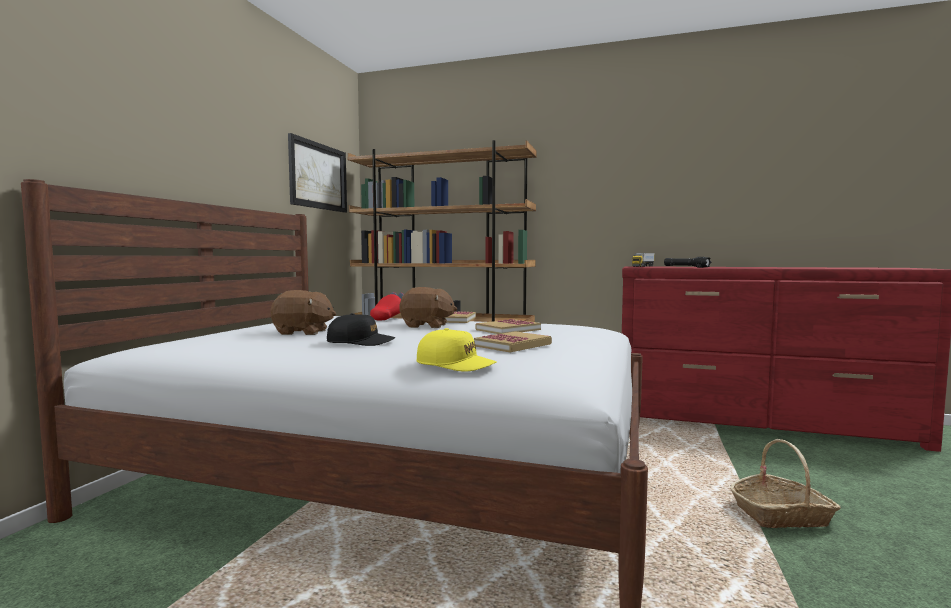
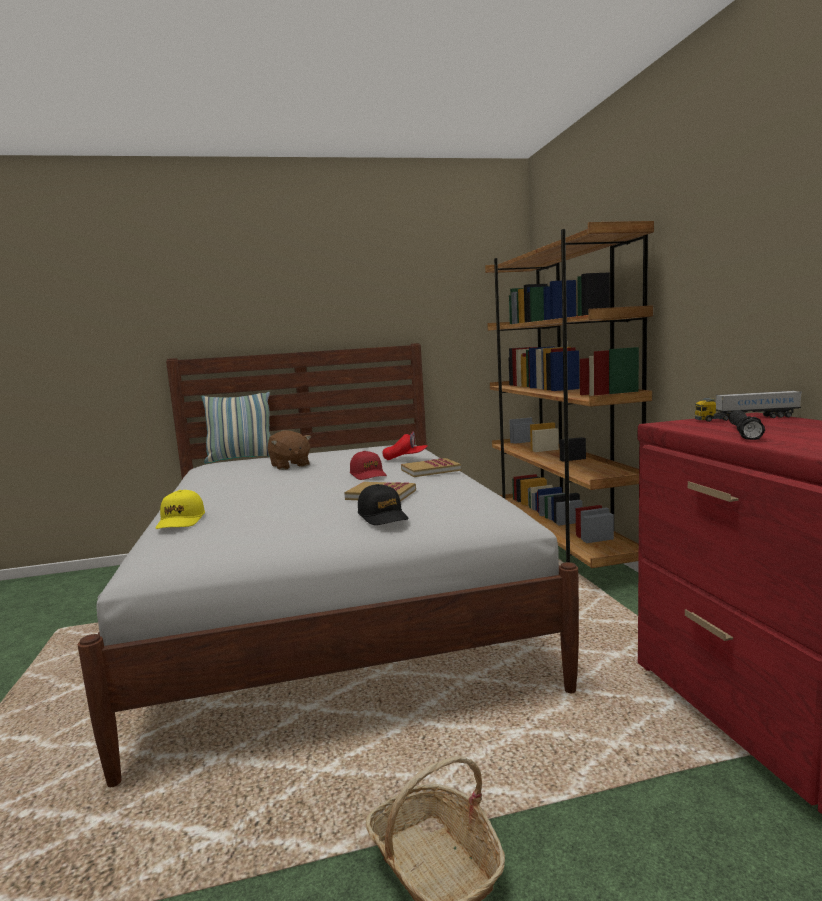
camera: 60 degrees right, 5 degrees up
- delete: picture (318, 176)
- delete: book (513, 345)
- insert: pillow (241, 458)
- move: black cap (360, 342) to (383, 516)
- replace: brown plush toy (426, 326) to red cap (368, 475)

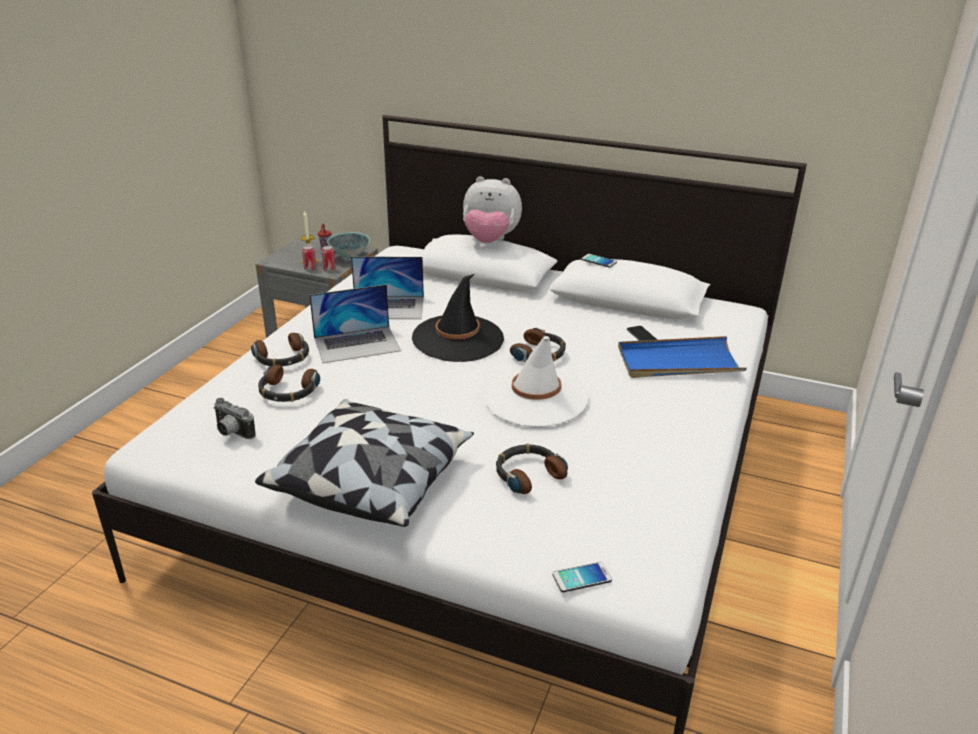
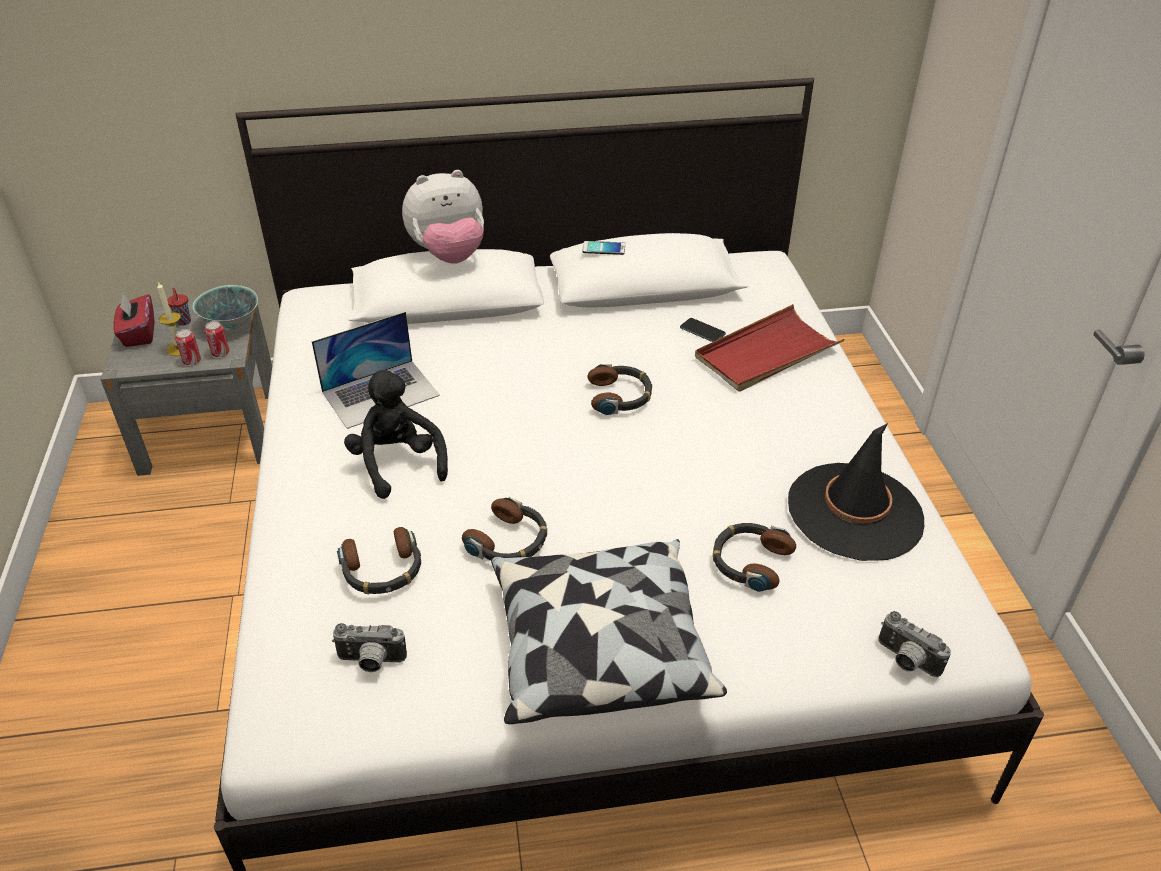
camera: 30 degrees left, 10 degrees up
- delete: white hat (535, 398)
- insert: red tissue box (139, 334)
- move: headphones (282, 358) to (509, 541)
- move: black hat (458, 339) to (855, 512)
- replace: laptop (357, 344) to black plush toy (397, 463)
- replace: phone (582, 577) to photo camera (905, 661)
- recolor: blue tray (678, 362) to red tray (766, 353)

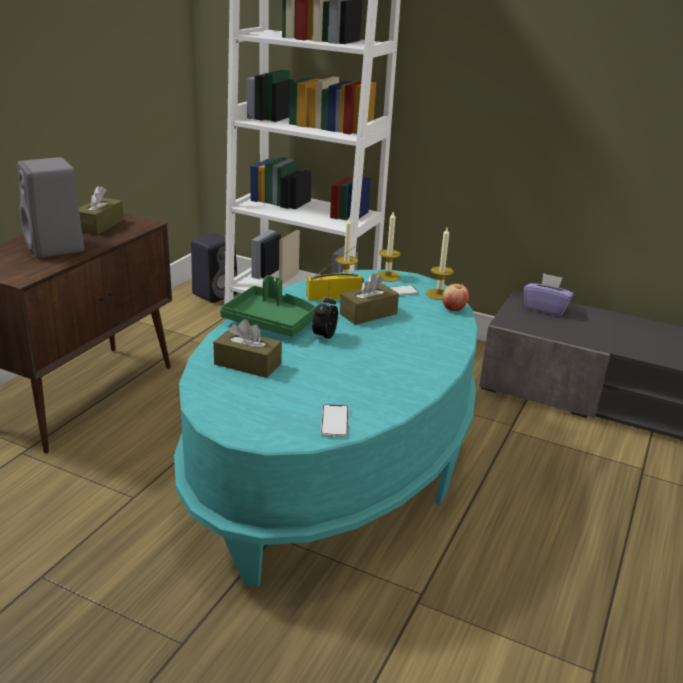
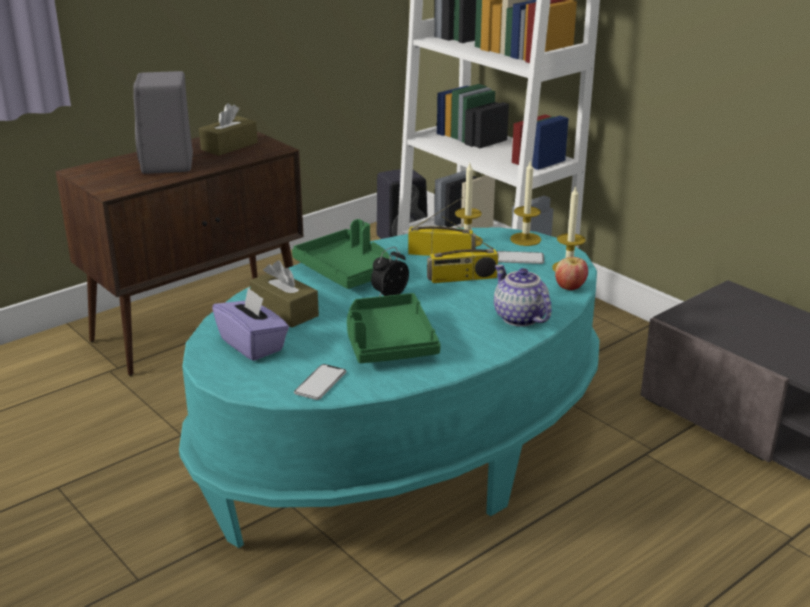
camera: 25 degrees right, 0 degrees up
- insert: green tray (388, 342)
- insert: teapot (518, 318)
- move: purple tissue box (545, 309) to (253, 345)
- replace: brown tissue box (368, 314) to radio (462, 278)

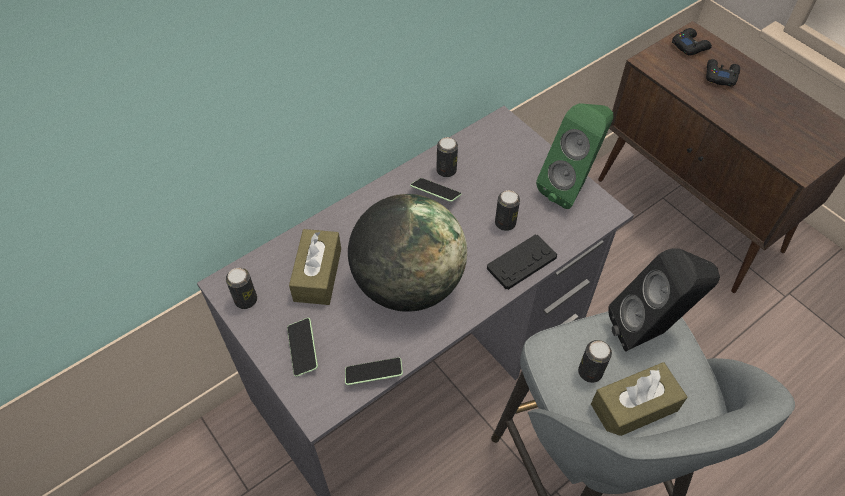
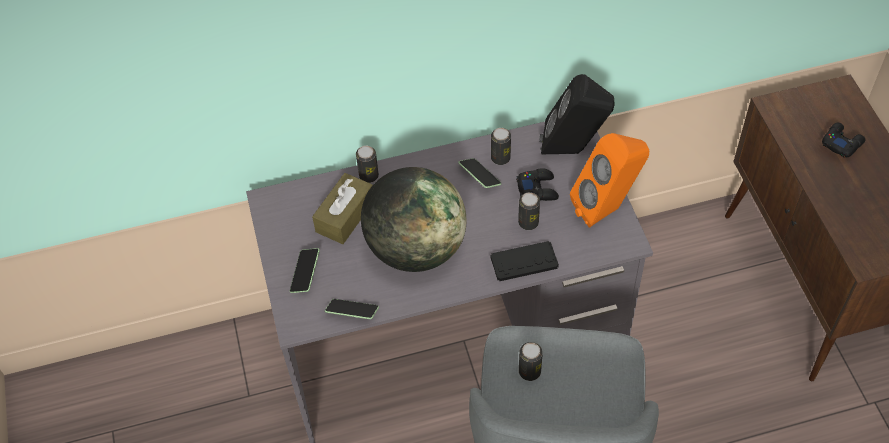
camera: 25 degrees right, 0 degrees up
- delete: brown tissue box (634, 407)
- move: can (246, 300) to (368, 176)
- move: black speaker (648, 330) to (573, 150)
- move: black game controller (690, 46) to (537, 189)
- recolor: green speaker (570, 187) to orange speaker (607, 208)

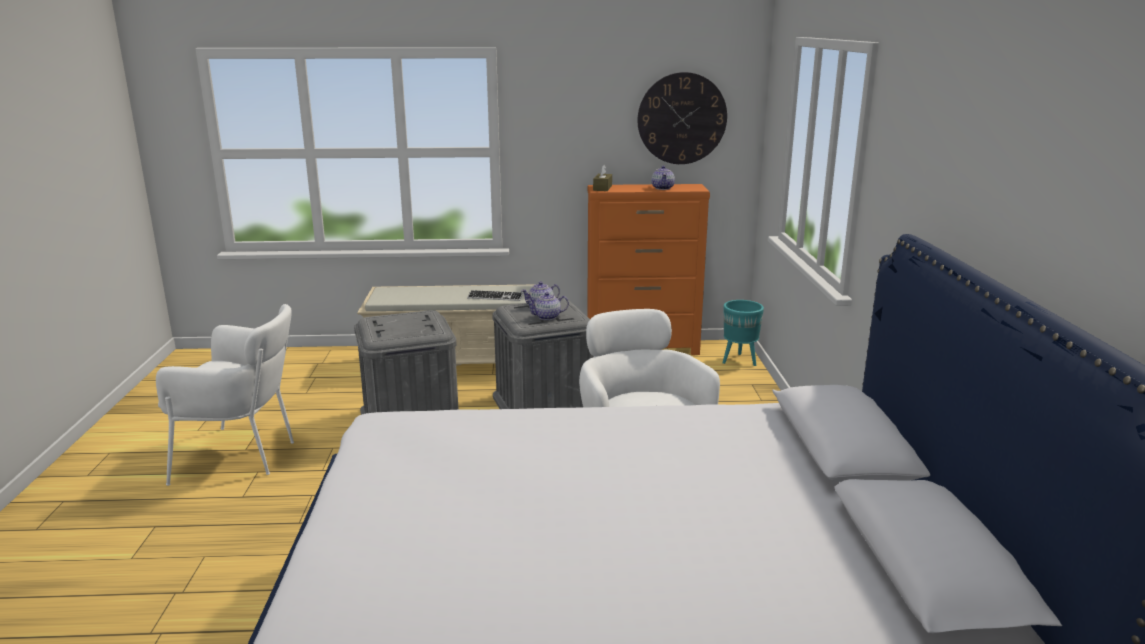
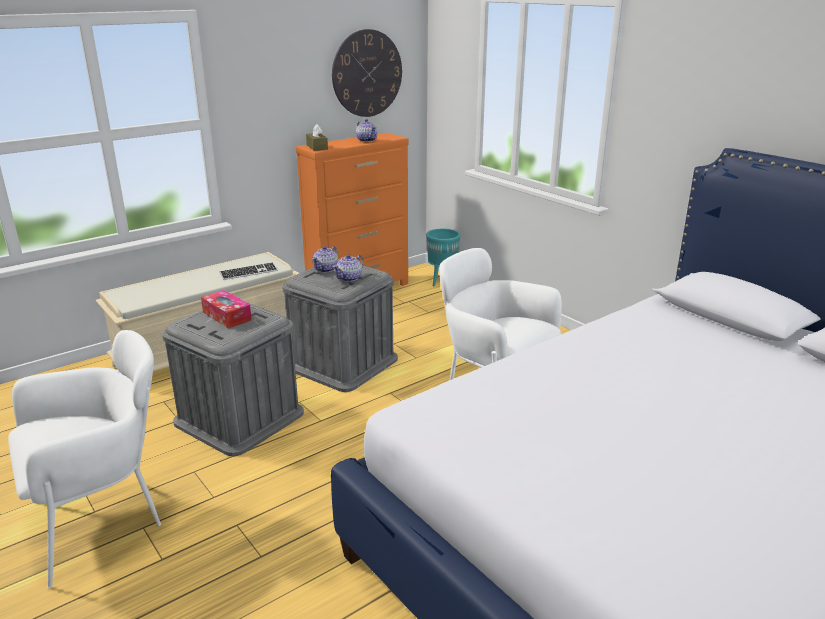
camera: 35 degrees left, 5 degrees up
- insert: tissue box (227, 316)

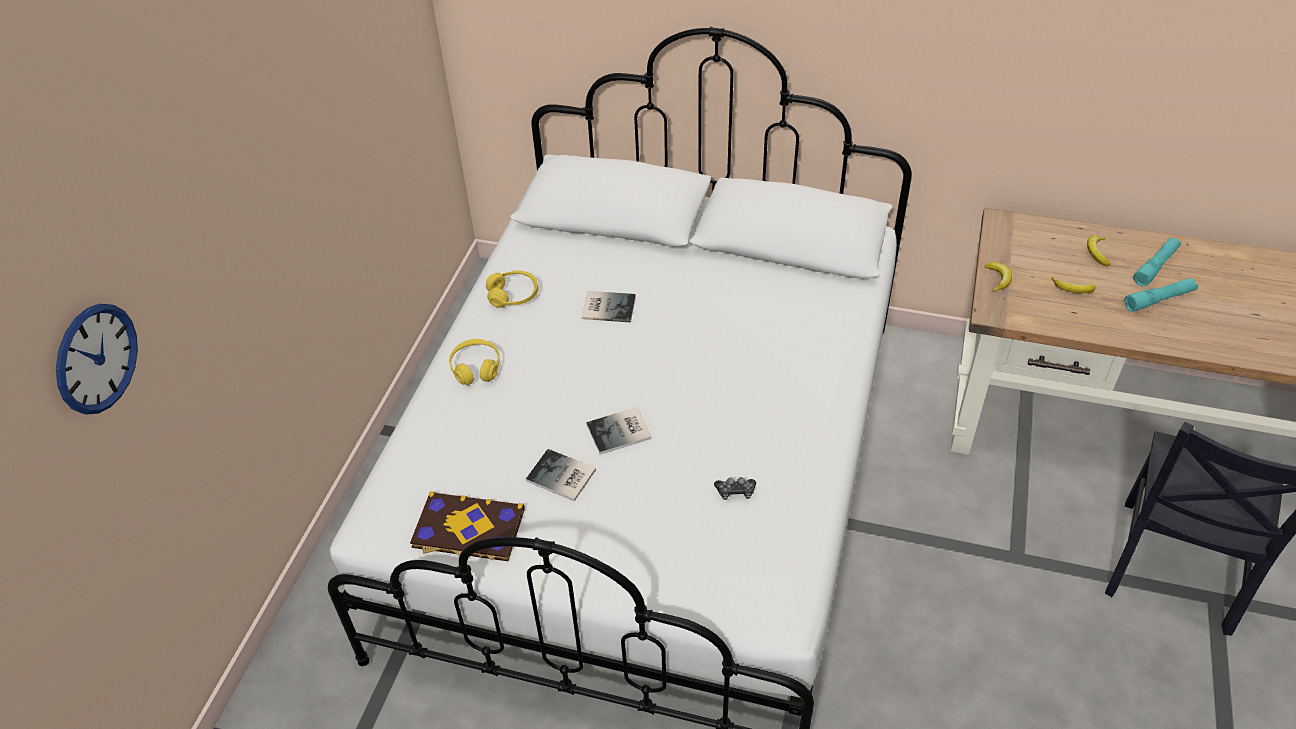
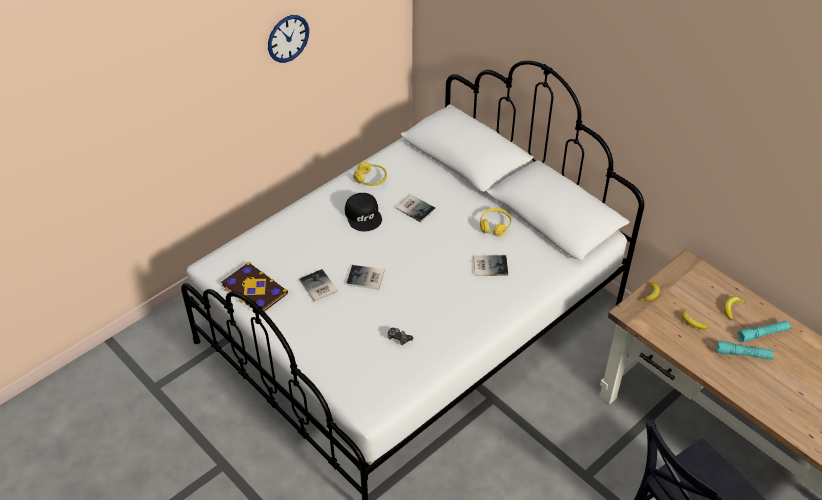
camera: 30 degrees right, 0 degrees up
- insert: black cap (364, 215)
- insert: book (489, 265)
- move: wall clock (96, 358) to (288, 38)
- move: yellow headphones (476, 368) to (494, 226)

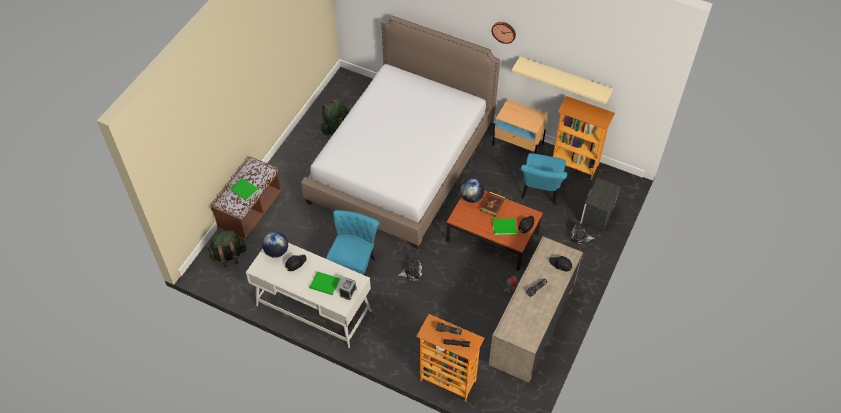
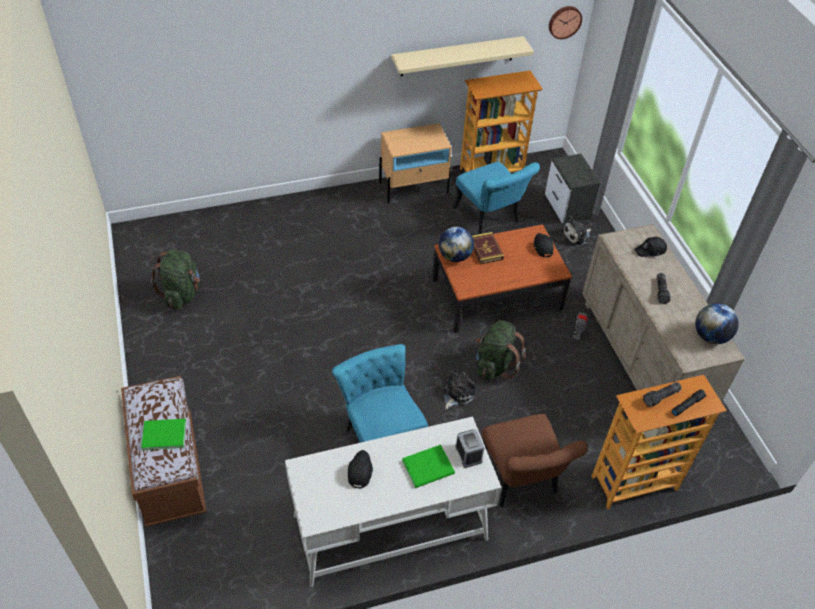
camera: 45 degrees left, 5 degrees down
- delete: bed (402, 163)
- delete: green book (503, 226)
- insert: brown chair (521, 481)
- move: green backpack (228, 256) to (495, 365)
- move: globe (276, 251) to (710, 336)
- move: wall clock (504, 31) to (564, 21)

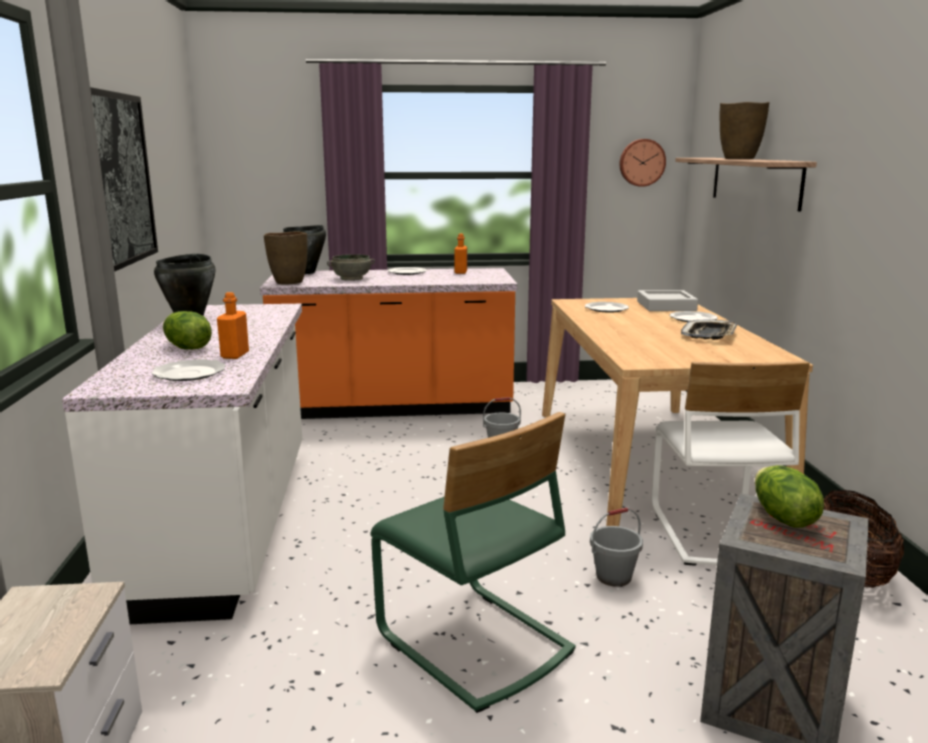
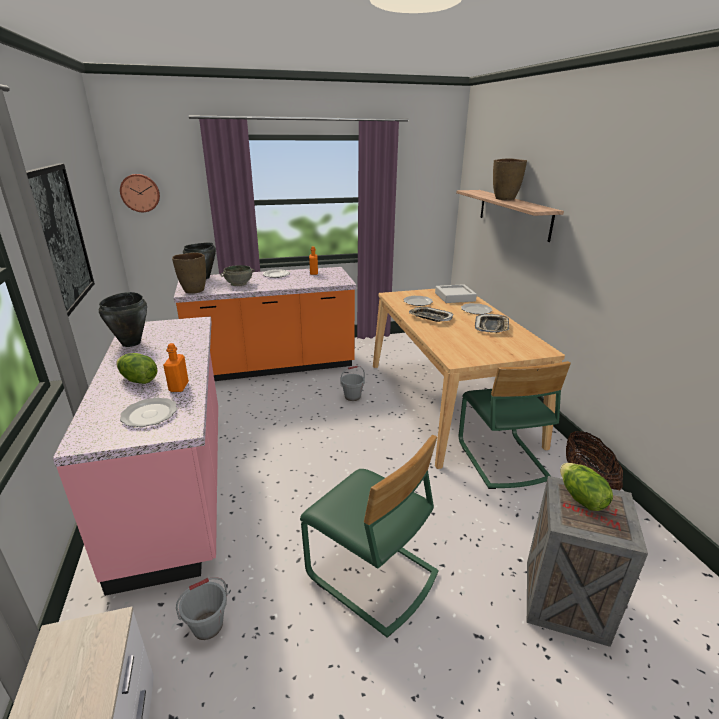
camera: 10 degrees left, 10 degrees up
- insert: tray (430, 317)
- move: grey bucket (613, 576) to (208, 625)
- move: wall clock (641, 162) to (140, 193)
- recolor: white counter (227, 523) to pink counter (178, 485)
- recolor: white chair (715, 533) to green chair (501, 460)

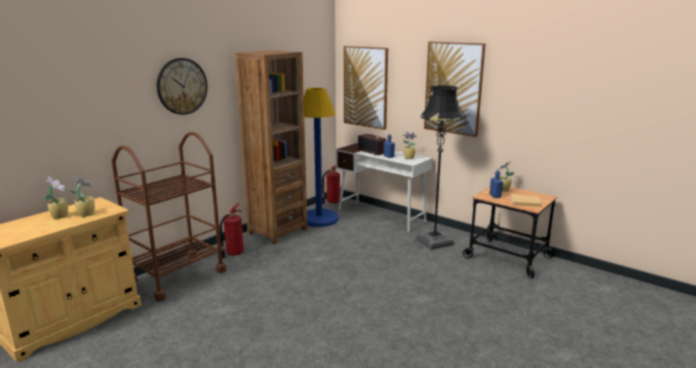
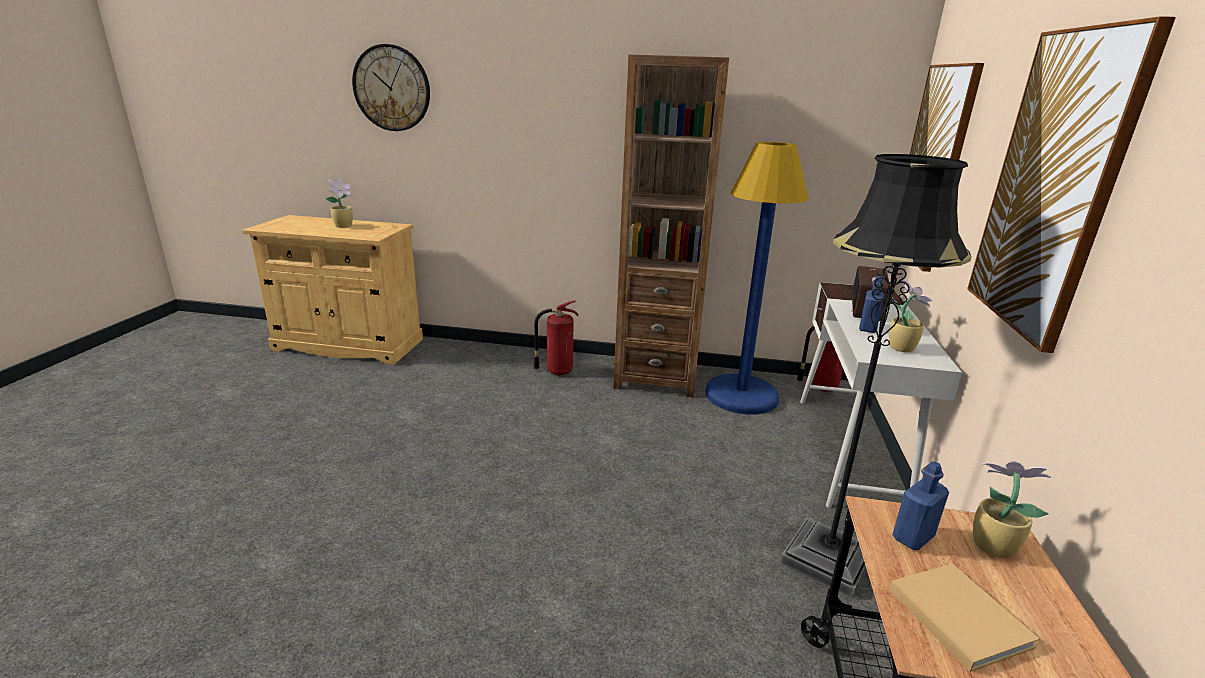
camera: 60 degrees right, 5 degrees up
- delete: potted plant (86, 214)
- delete: brown cart (177, 276)
- move: wall clock (182, 86) to (392, 88)

